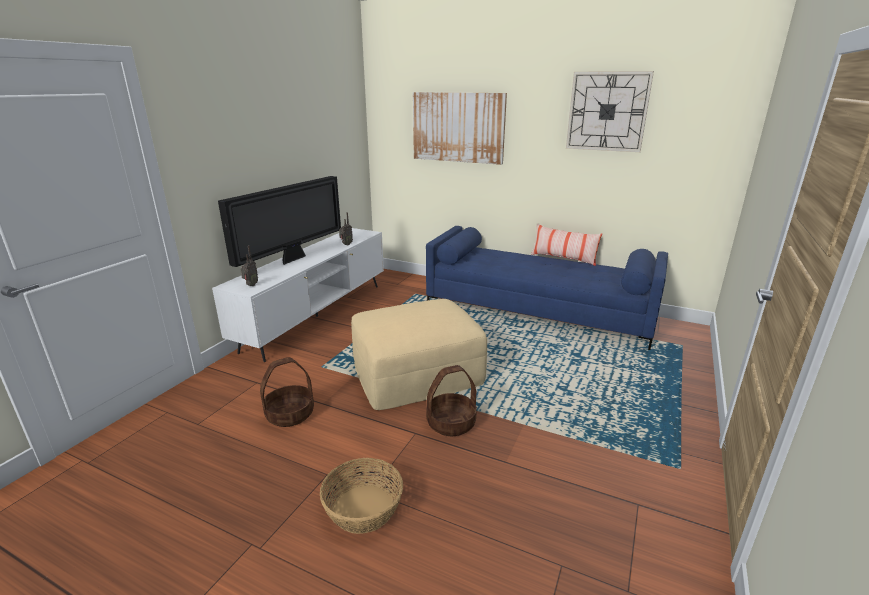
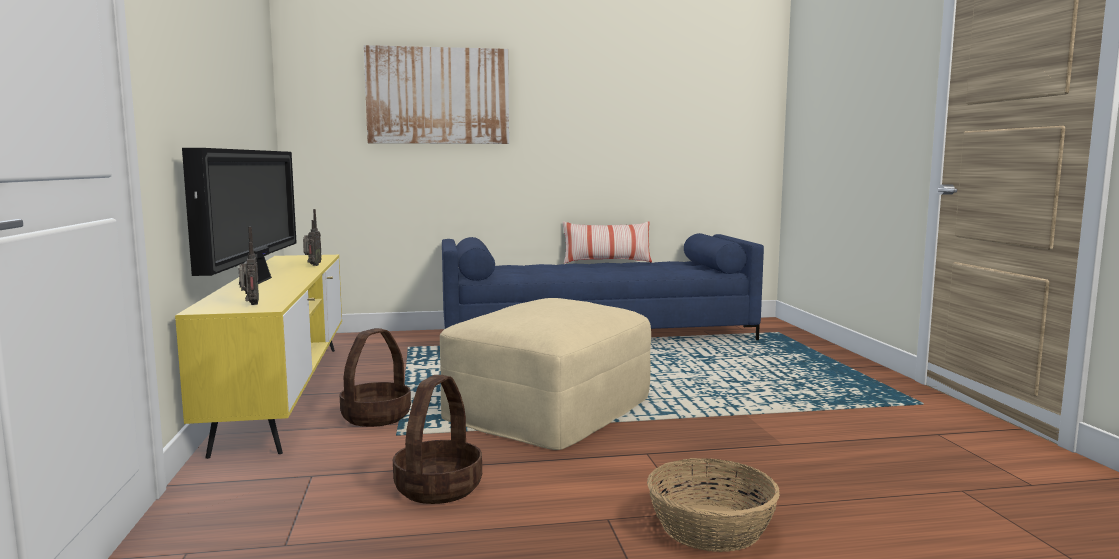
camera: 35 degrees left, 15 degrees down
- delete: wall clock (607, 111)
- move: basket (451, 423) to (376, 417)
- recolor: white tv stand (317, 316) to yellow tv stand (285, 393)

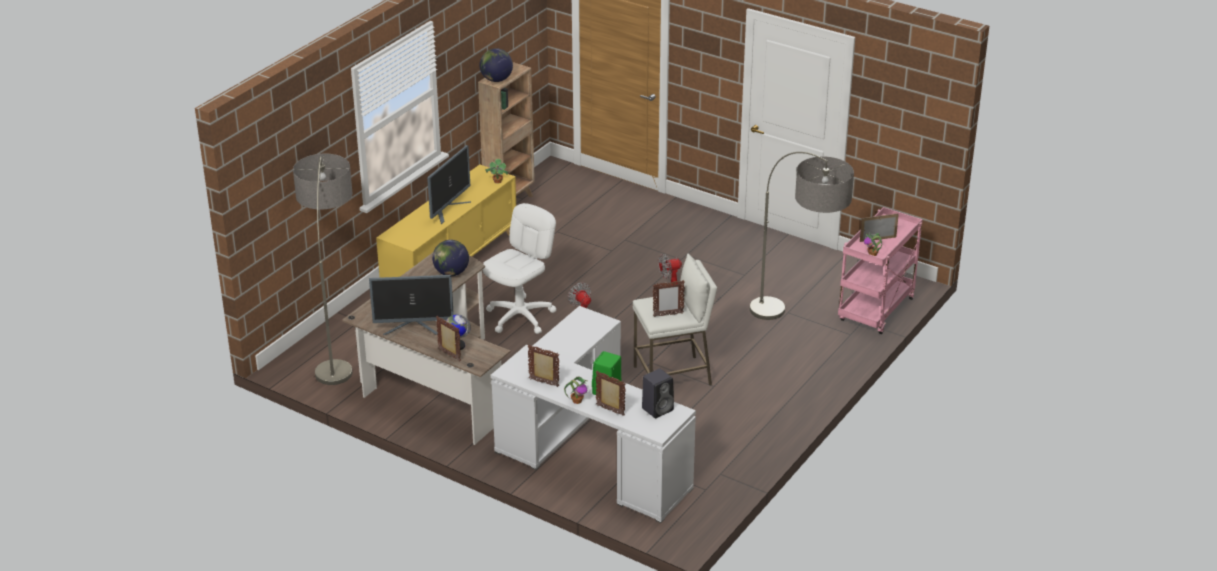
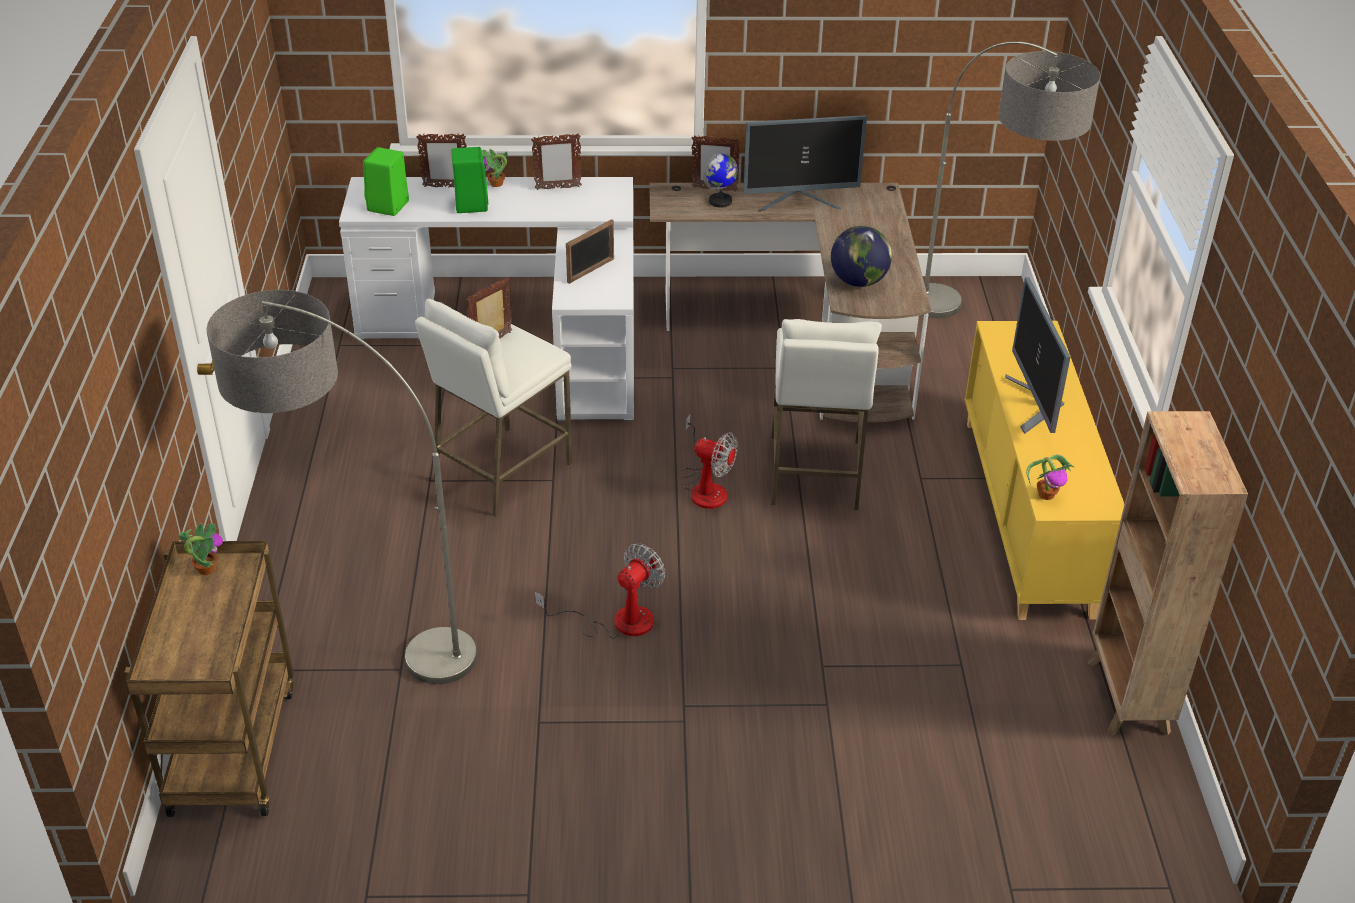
camera: 145 degrees right, 5 degrees up
- delete: globe (496, 80)
- move: picture frame (877, 239) to (591, 271)
- replace: white office chair (520, 316) to white stool (815, 473)
- recolor: black speaker (658, 409) to green speaker (388, 207)
- recolor: pink cart (876, 311) to brown cart (232, 747)
- rotate: monitor (414, 328) = (800, 202) 150 degrees counterclockwise

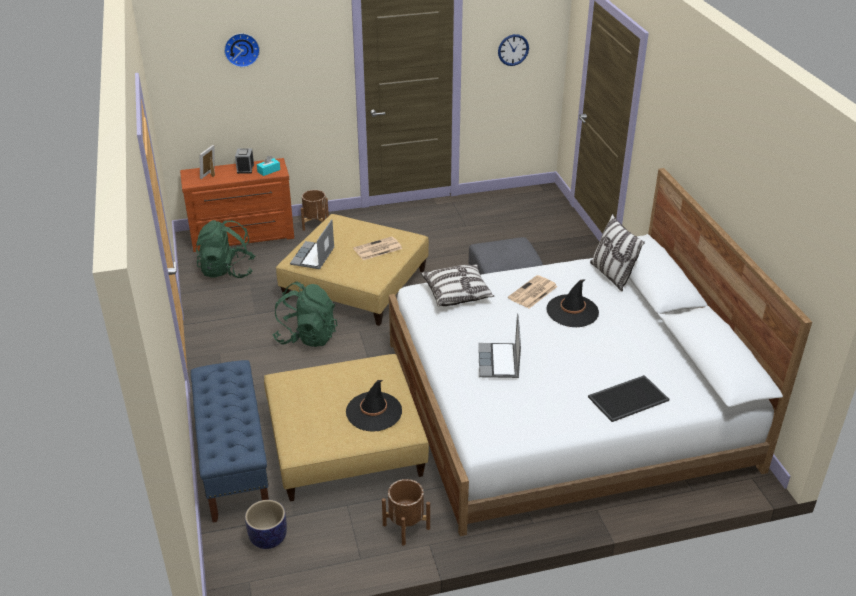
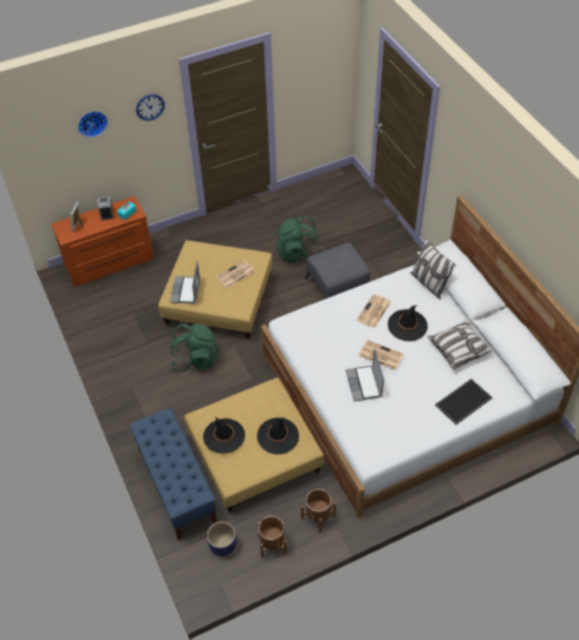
camera: 10 degrees left, 15 degrees up
- insert: black hat (224, 436)
- insert: newspaper (380, 355)
- move: green backpack (227, 271) to (298, 253)
- move: brown planter (315, 224) to (272, 544)
- move: pillow (457, 294) to (459, 349)
- move: wall clock (513, 50) to (150, 107)

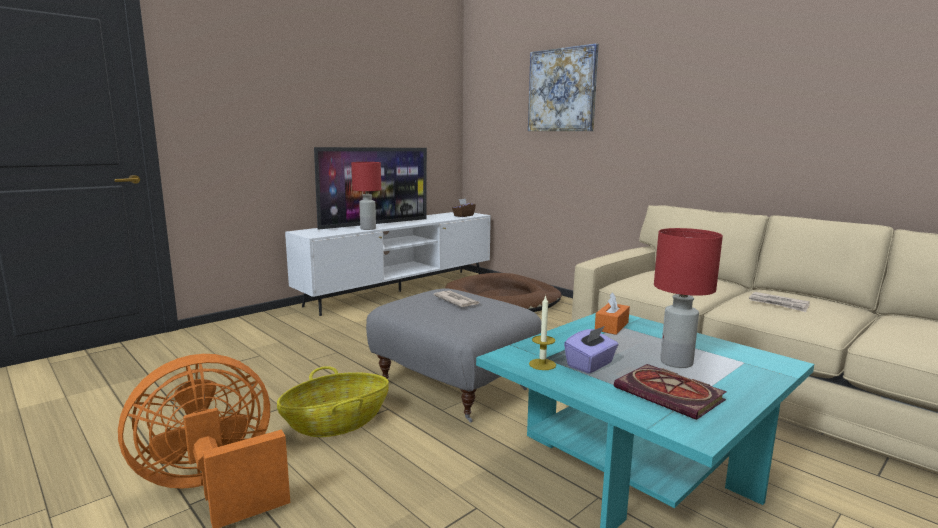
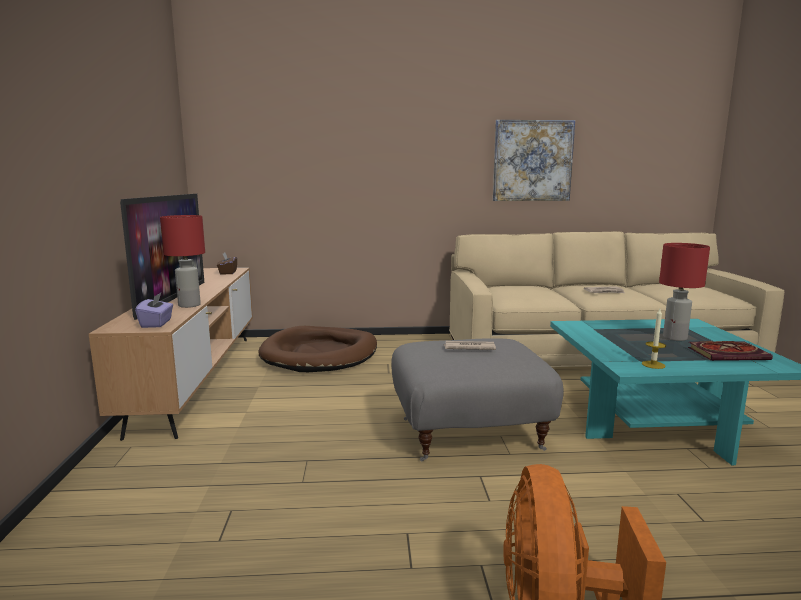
camera: 50 degrees left, 0 degrees up
- delete: basket (336, 423)
- delete: orange tissue box (611, 326)
- move: picture (562, 90) to (532, 161)
- move: purple tissue box (590, 365) to (157, 323)
- recolor: white tv stand (400, 291) to brown tv stand (198, 379)

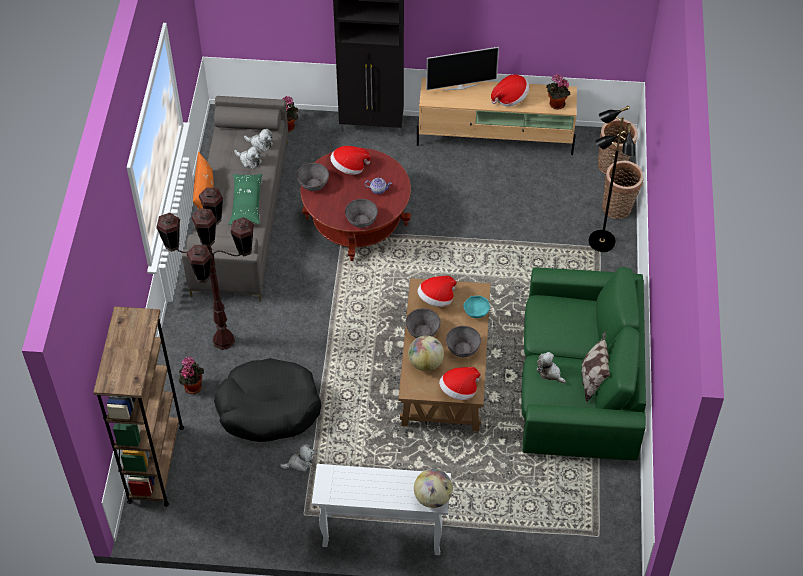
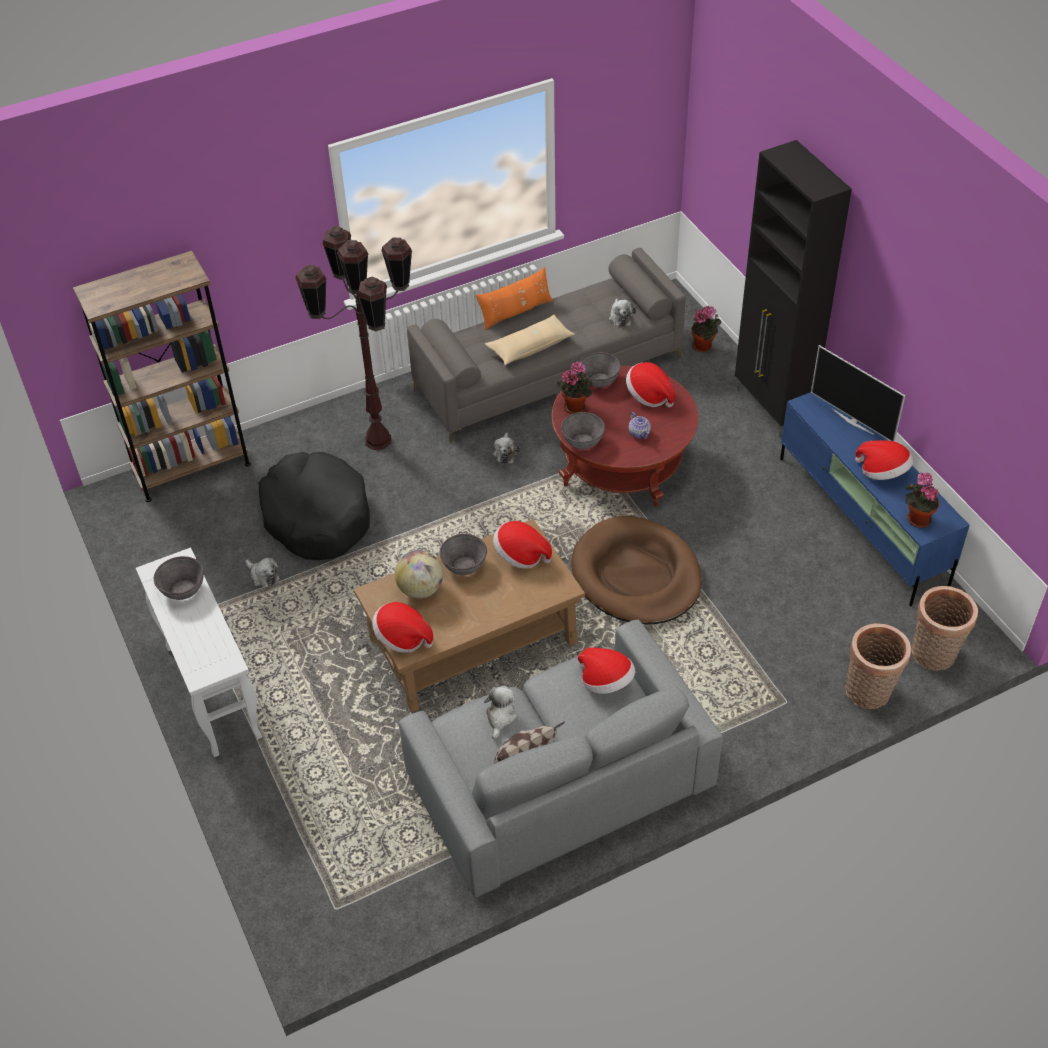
camera: 60 degrees right, 5 degrees down
- delete: globe (433, 497)
- delete: turquoise bowl (476, 311)
- delete: black floor lamp (601, 242)
- insert: brown dog bed (636, 575)
- insert: hat (606, 682)
- move: potted plant (192, 386) to (576, 406)
- move: plush toy (249, 160) to (505, 453)
- move: grey bowl (463, 349) to (183, 589)
- recolor: green pillow (246, 203) to beige pillow (530, 346)
- recolor: beige tv stand (496, 138) to blue tv stand (861, 522)
- recolor: green sofa (578, 380) to grey sofa (558, 778)

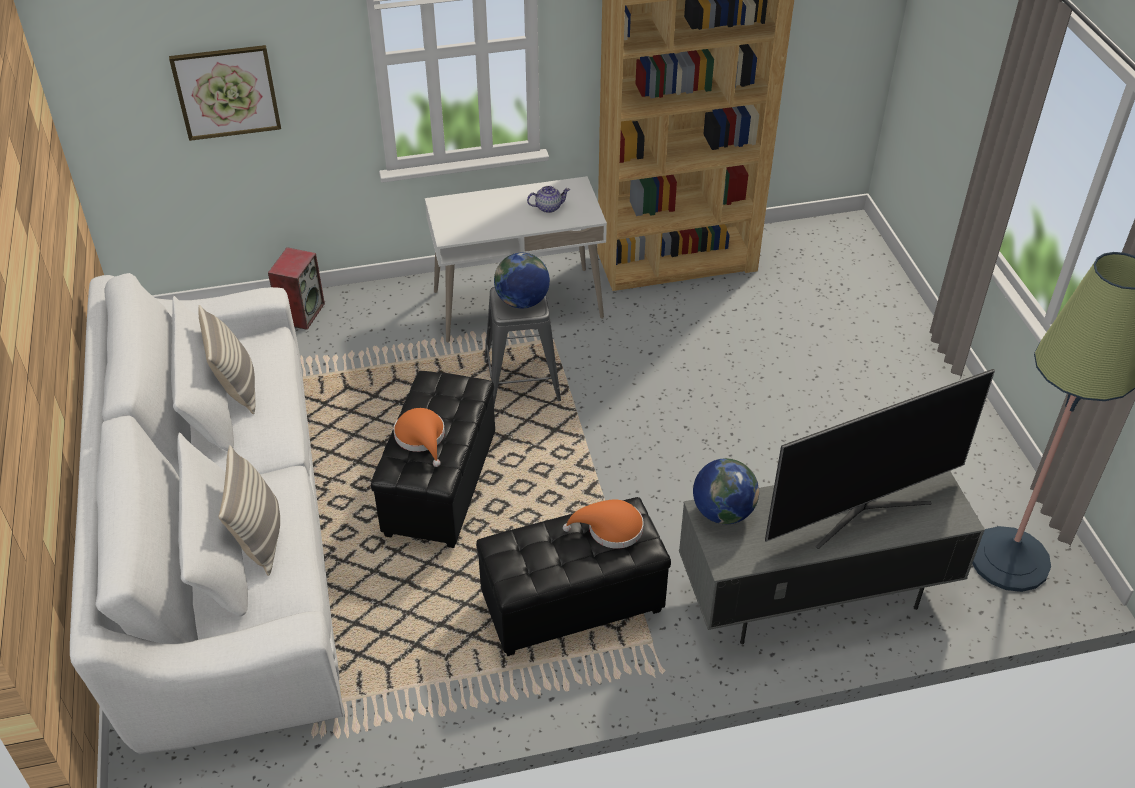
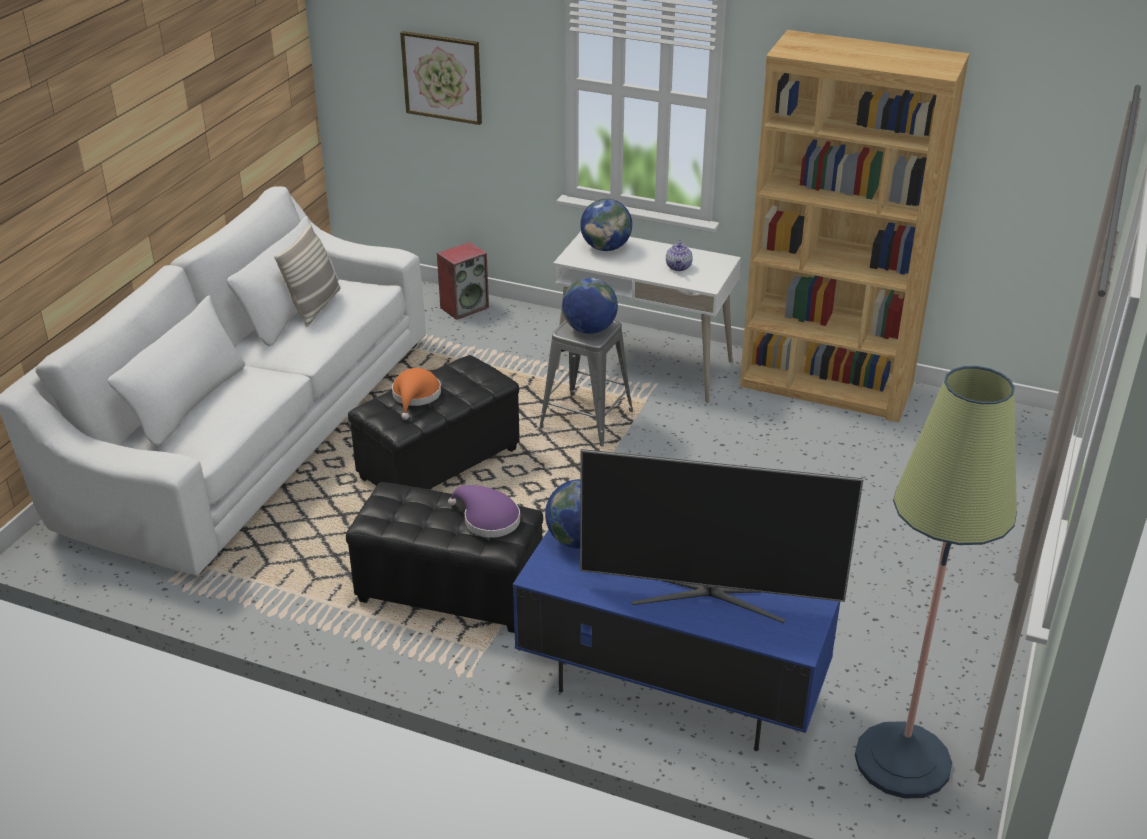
camera: 35 degrees right, 10 degrees down
- delete: pillow (260, 538)
- insert: globe (606, 248)
- recolor: orange hat (610, 529) to purple hat (487, 520)
- recolor: grey tv stand (814, 594) to blue tv stand (669, 689)
- rotate: teapot (548, 207) = (679, 267) 75 degrees clockwise

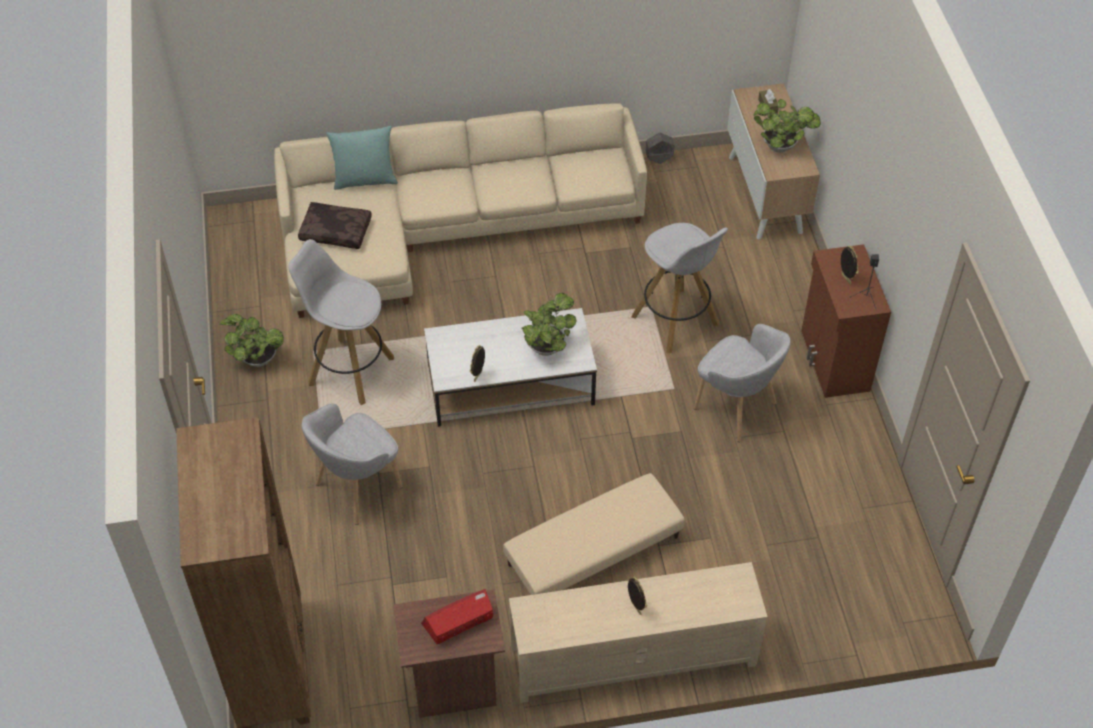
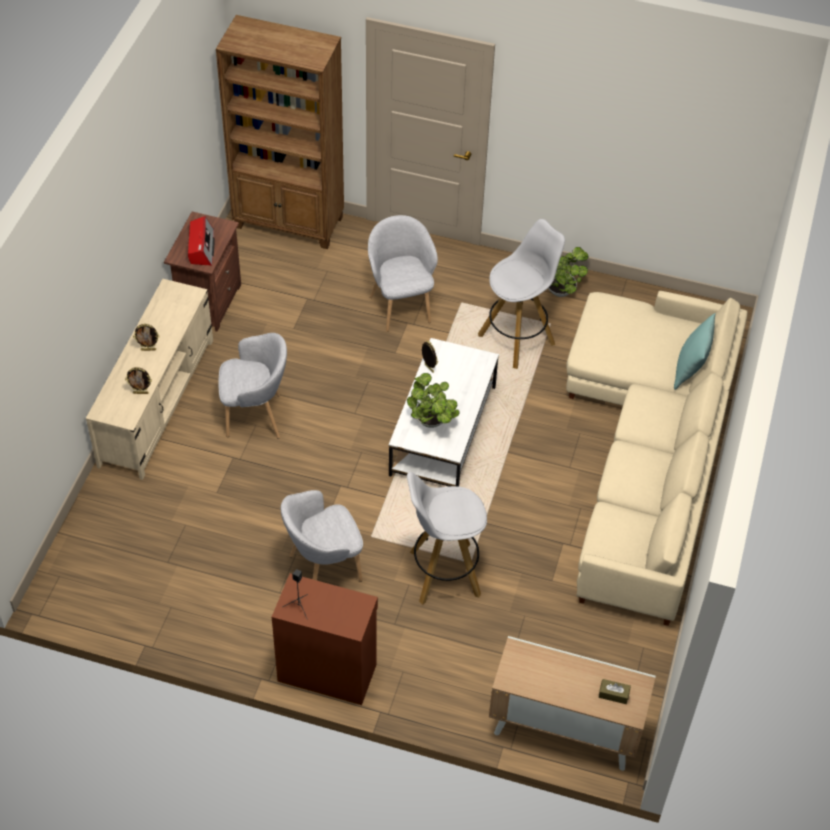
camera: 115 degrees right, 0 degrees up
- delete: brown pillow (336, 231)
- delete: grey planter (659, 159)
- delete: potted plant (782, 146)
- move: picture frame (845, 279) to (141, 393)
- replace: beige ottoman (593, 550) to grey armchair (256, 417)

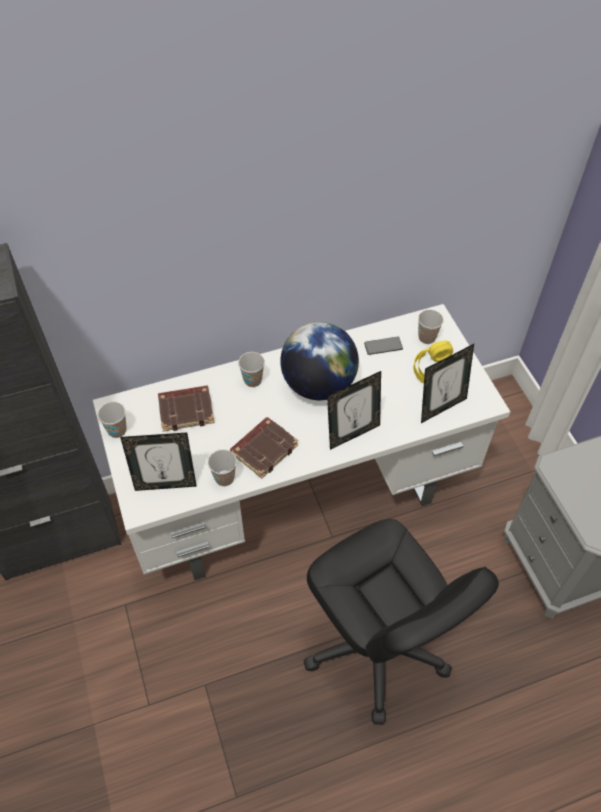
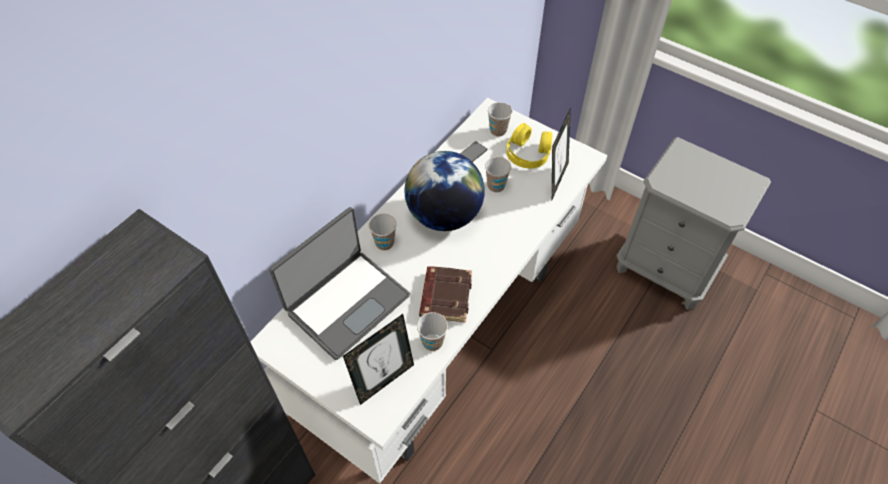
camera: 35 degrees left, 0 degrees up
- delete: black office chair (376, 648)
- delete: picture frame (352, 434)
- move: cup (117, 430) to (496, 186)
- replace: brown book (187, 410) to laptop (347, 303)

